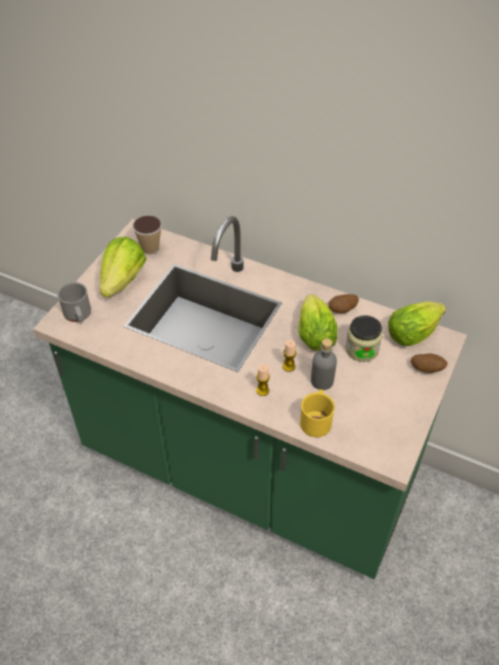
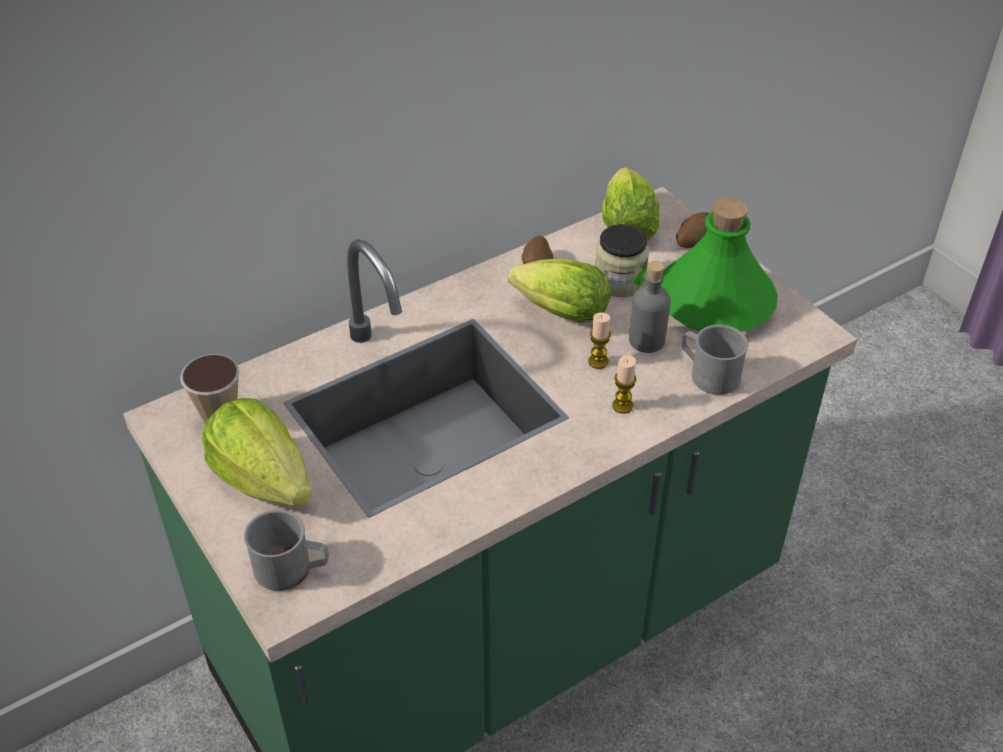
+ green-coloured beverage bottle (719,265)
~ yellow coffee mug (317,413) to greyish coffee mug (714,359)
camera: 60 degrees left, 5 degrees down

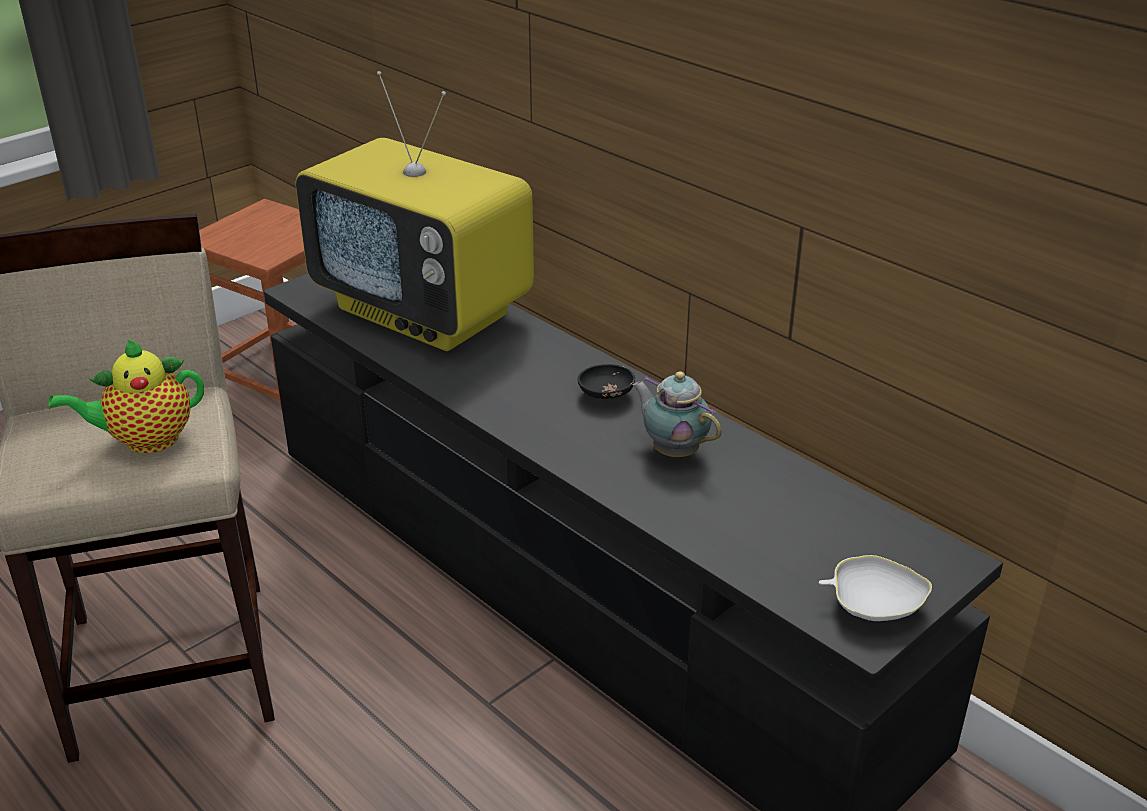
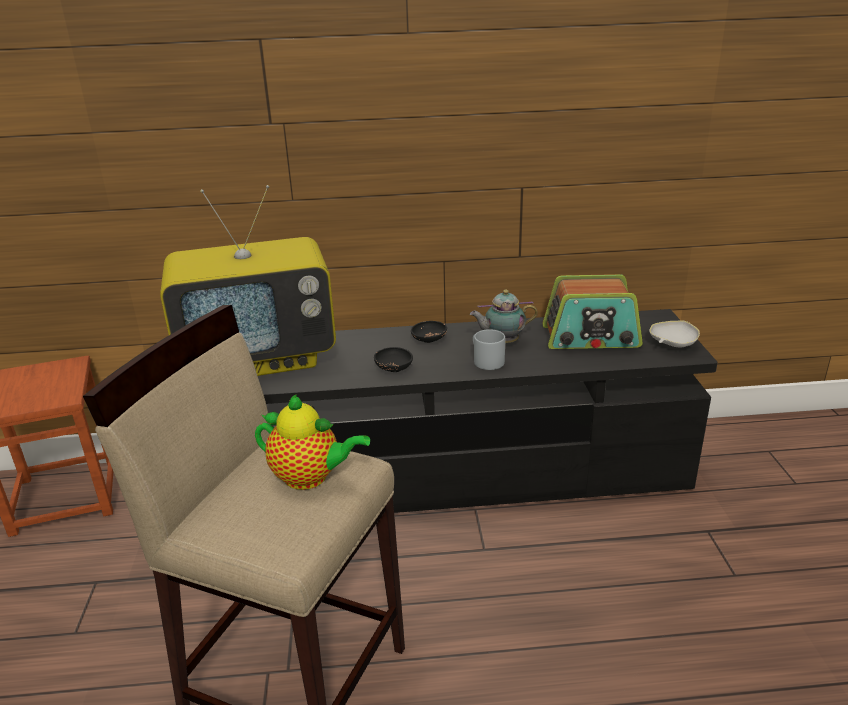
~ teapot (126,395) = (312,442) 90 degrees counterclockwise
+ blackish bowl (393,359)
+ greyish coffee mug (489,349)
+ radio receiver (592,311)
camera: 50 degrees left, 5 degrees down

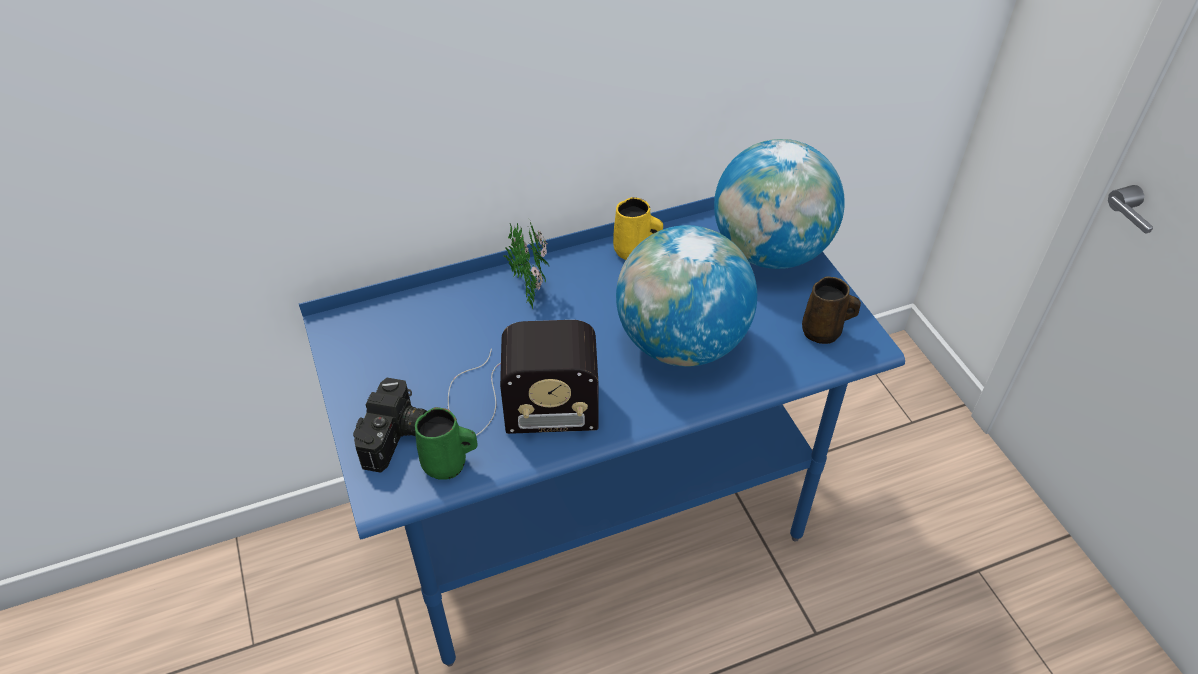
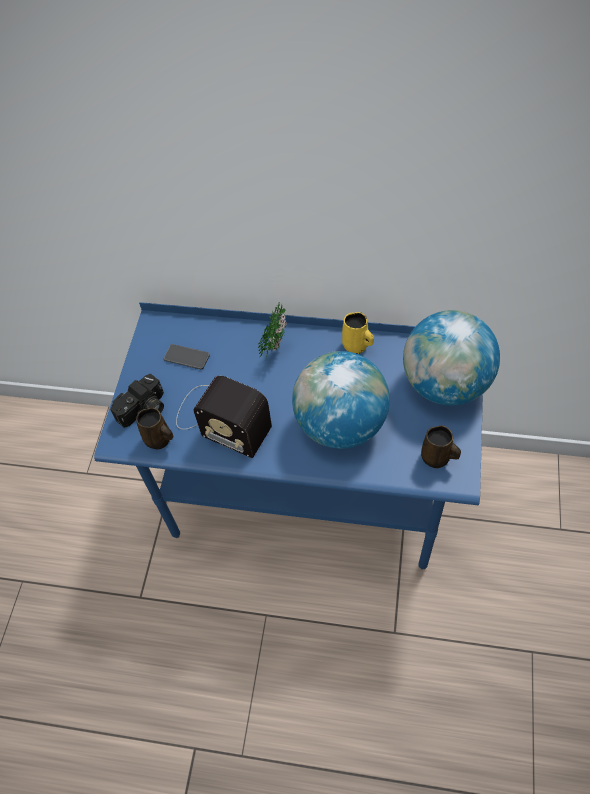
~ green-coloured coffee mug (446,443) to brown coffee mug (154,428)
+ telephone (187,356)
camera: 35 degrees right, 10 degrees up

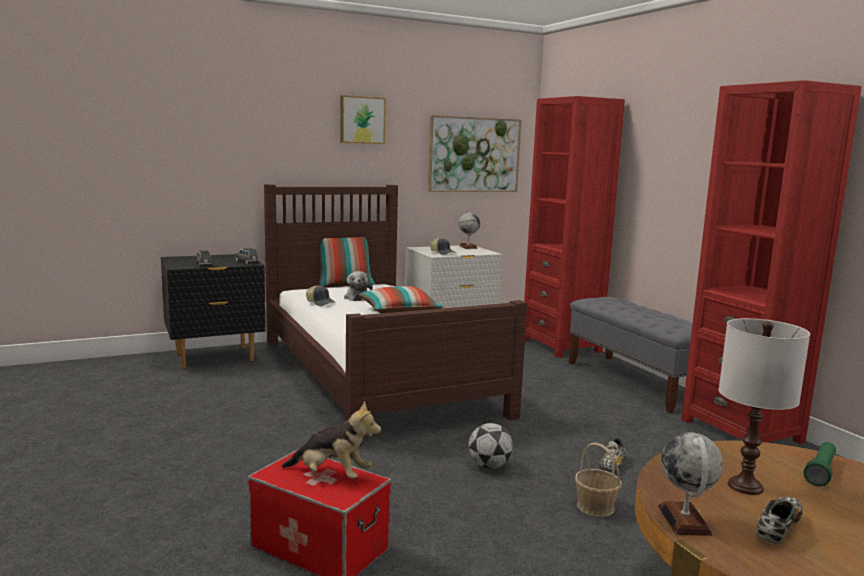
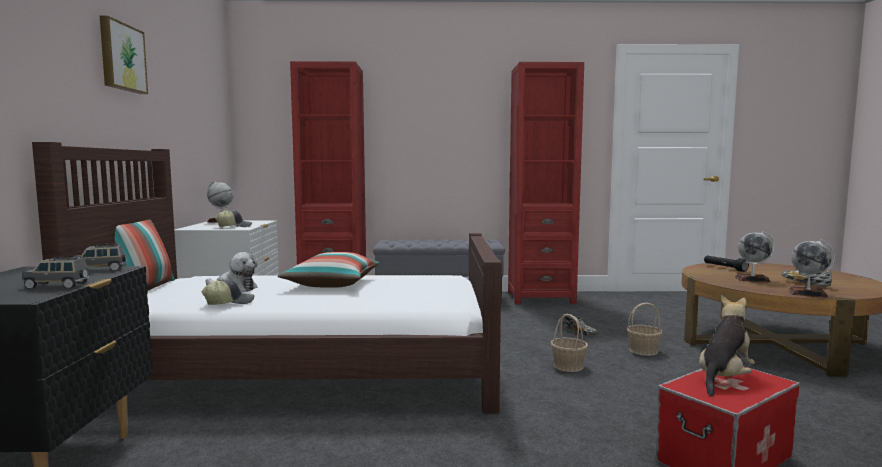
~ ball for football (491,446) to storage basket (569,343)
~ green-coloured torch (820,464) to blackish torch (726,264)
~ white lamp for a table (764,406) to desk globe (755,256)
- picture (474,153)
camera: 65 degrees left, 5 degrees down

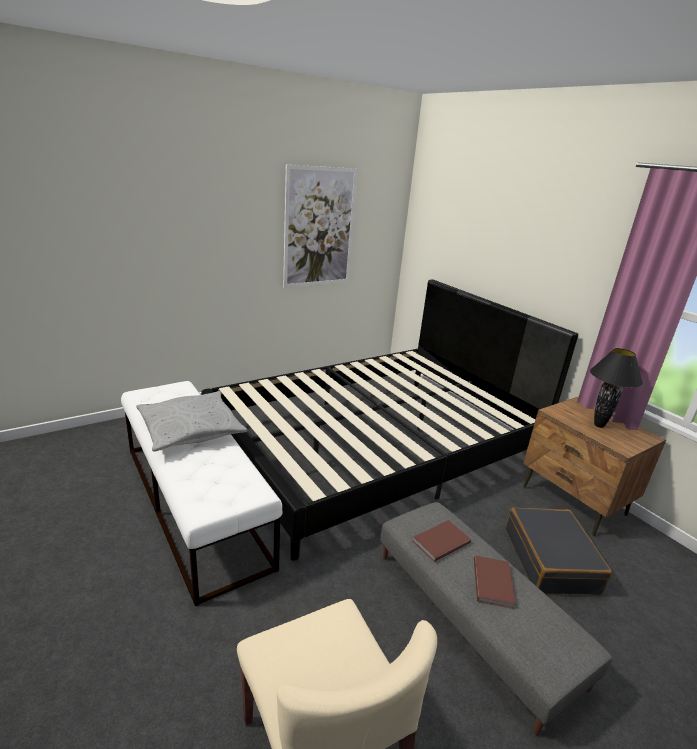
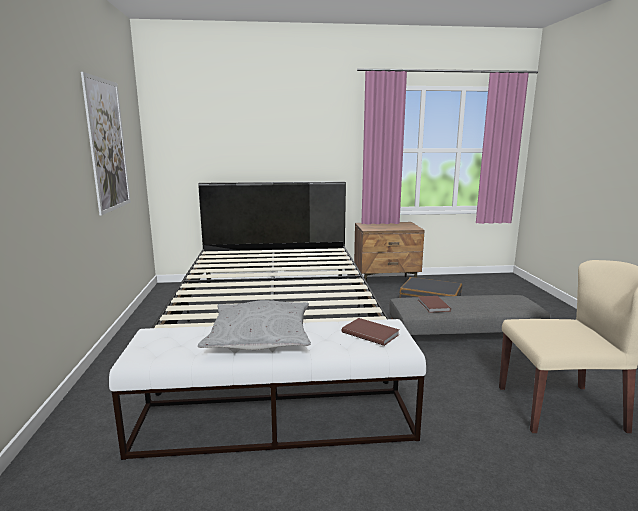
~ brown book (495,582) to (370,332)
- blackish lamp for a table (616,388)
camera: 60 degrees left, 10 degrees down

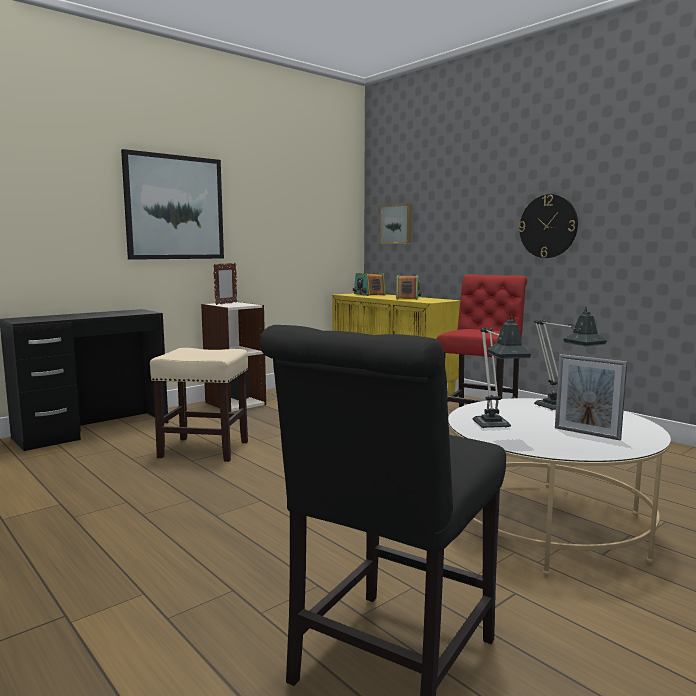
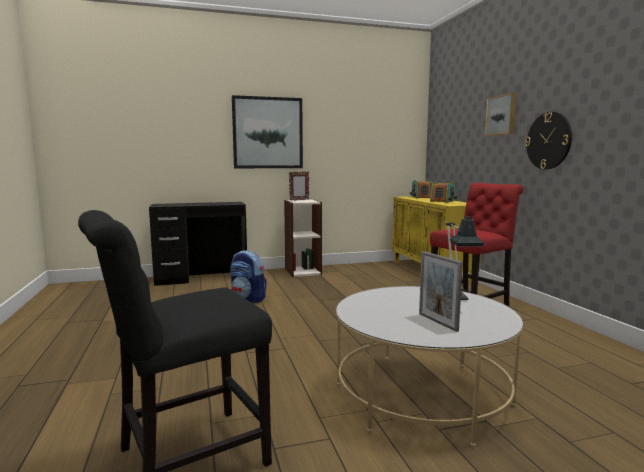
~ sand-coloured stool seat (199,405) to knapsack (248,276)
~ picture (396,224) to (501,114)
- lamp for a table (502,371)
camera: 25 degrees right, 0 degrees up

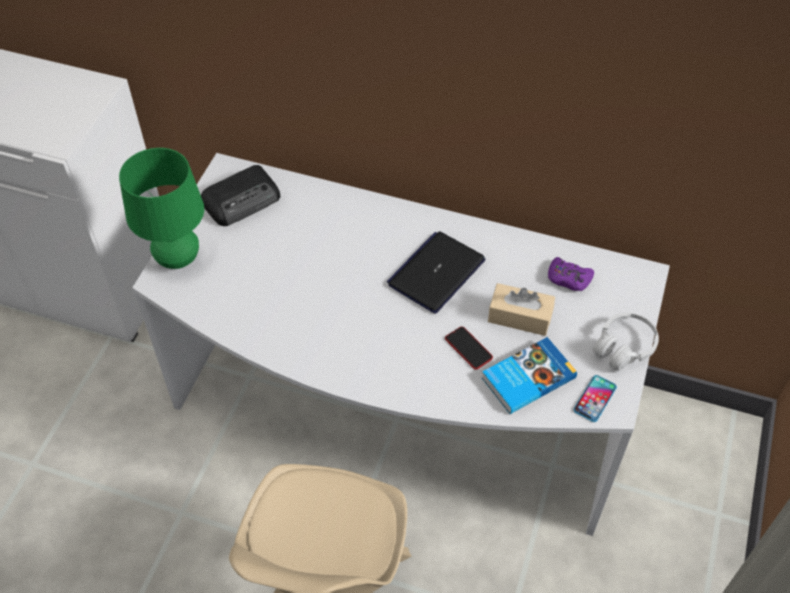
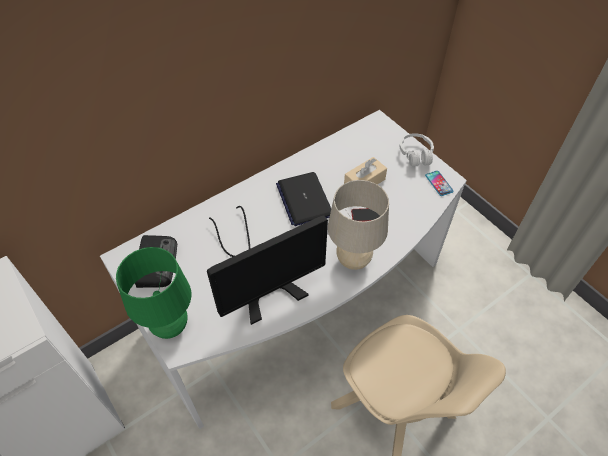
+ computer display (267,265)
+ sand-coloured lamp for a table (358,225)
- book (529,375)
- purple game controller (571,274)
camera: 55 degrees left, 0 degrees up

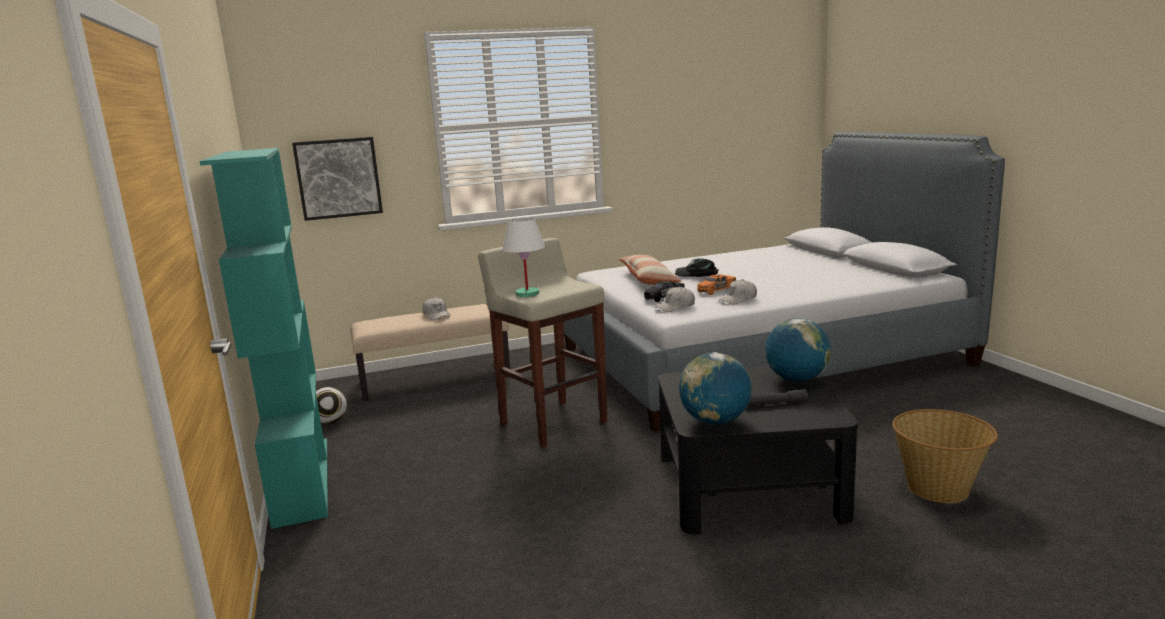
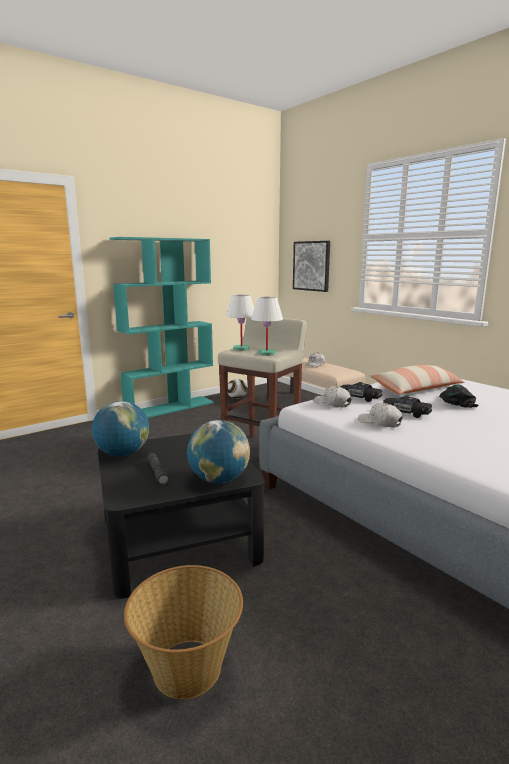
+ white lamp for a table (267,326)
~ orange-coloured miniature car (716,284) to blackish miniature car (407,406)
camera: 70 degrees right, 0 degrees up

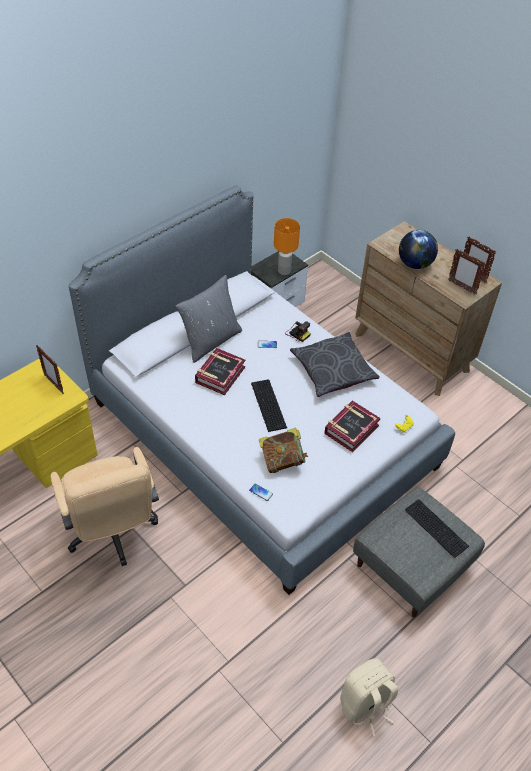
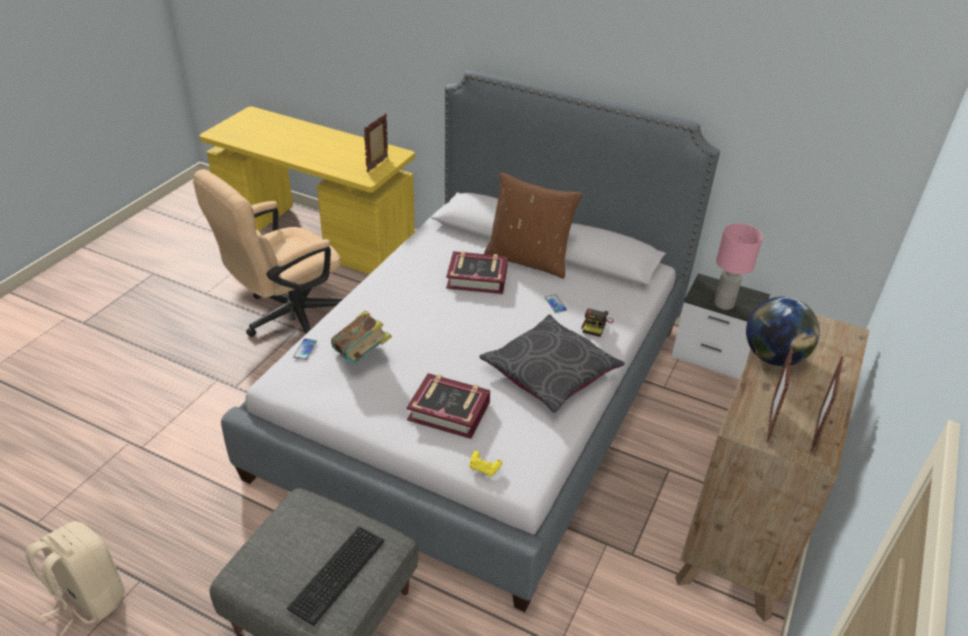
~ greyish cushion (209,319) to brown cushion (533,225)
~ orange-coloured lamp for a table (287,246) to pinkish lamp for a table (738,266)
- keyboard (269,406)
camera: 70 degrees right, 10 degrees down

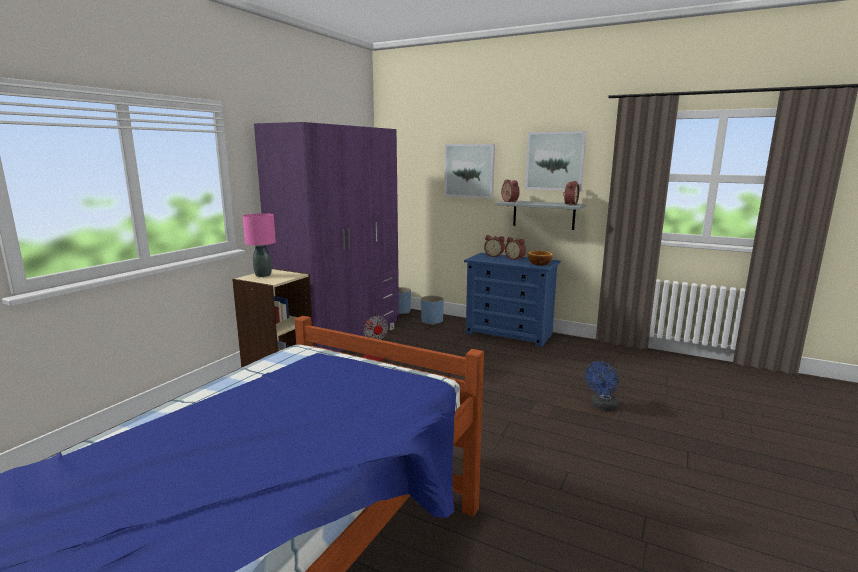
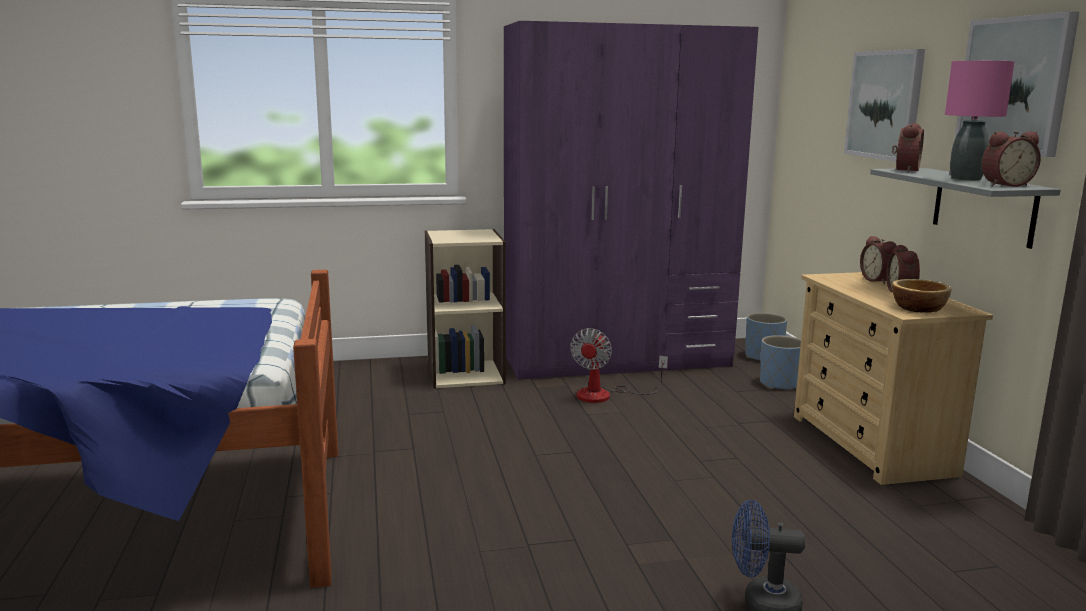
~ blue-coloured dresser (512,300) to sand-coloured dresser (893,378)
~ pinkish lamp for a table (259,245) to (980,121)
camera: 50 degrees right, 0 degrees up

